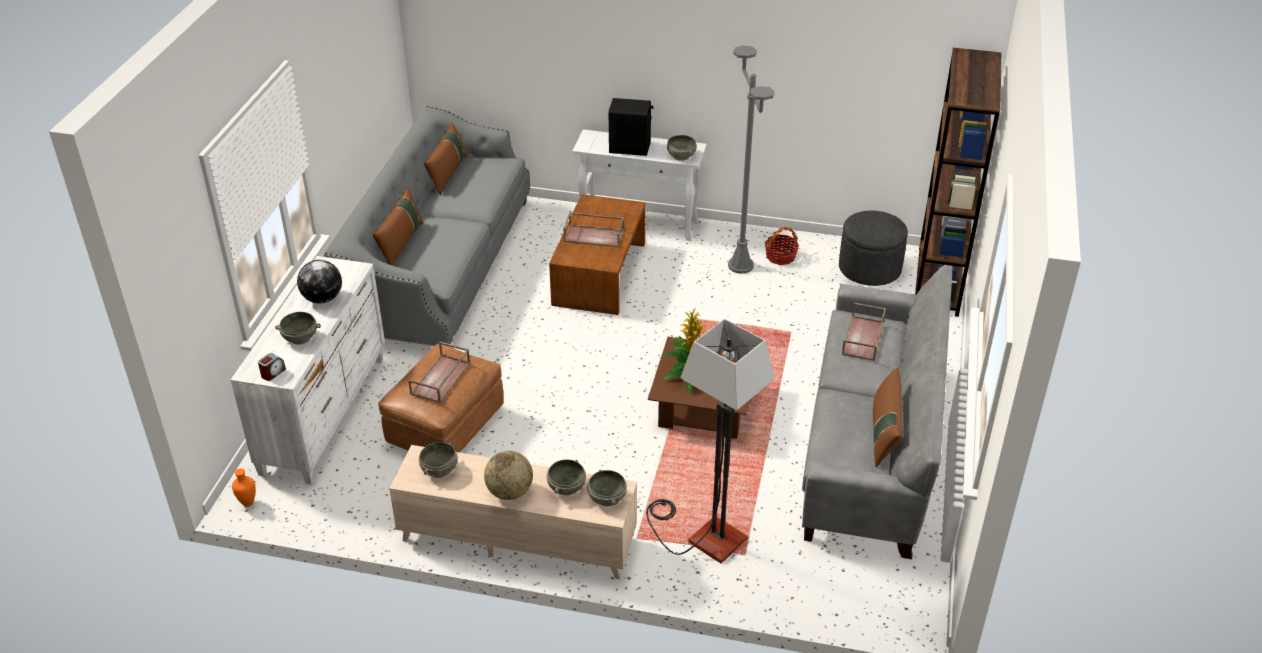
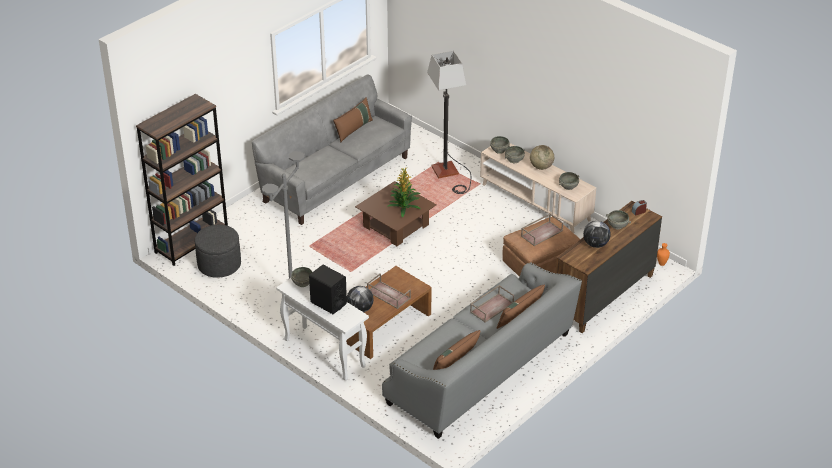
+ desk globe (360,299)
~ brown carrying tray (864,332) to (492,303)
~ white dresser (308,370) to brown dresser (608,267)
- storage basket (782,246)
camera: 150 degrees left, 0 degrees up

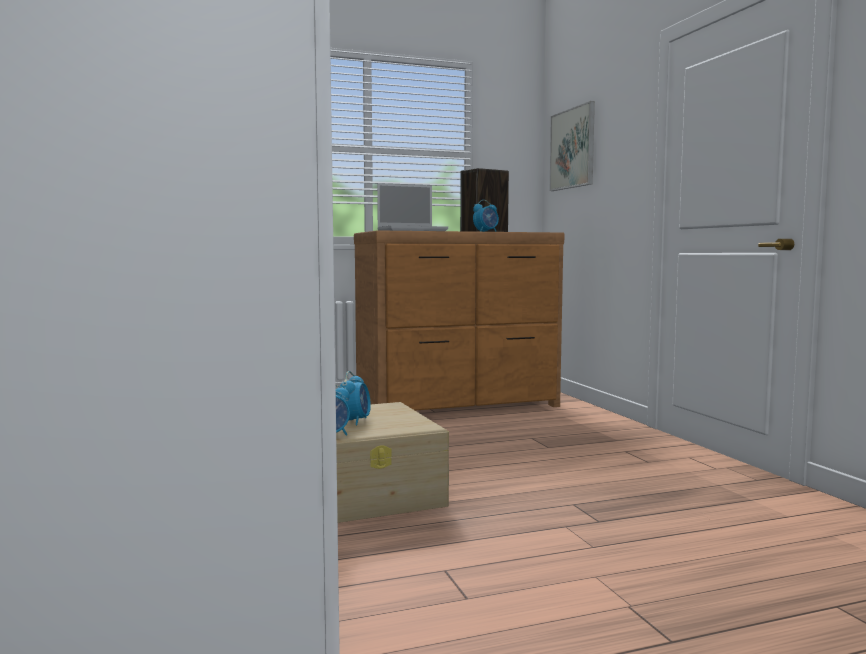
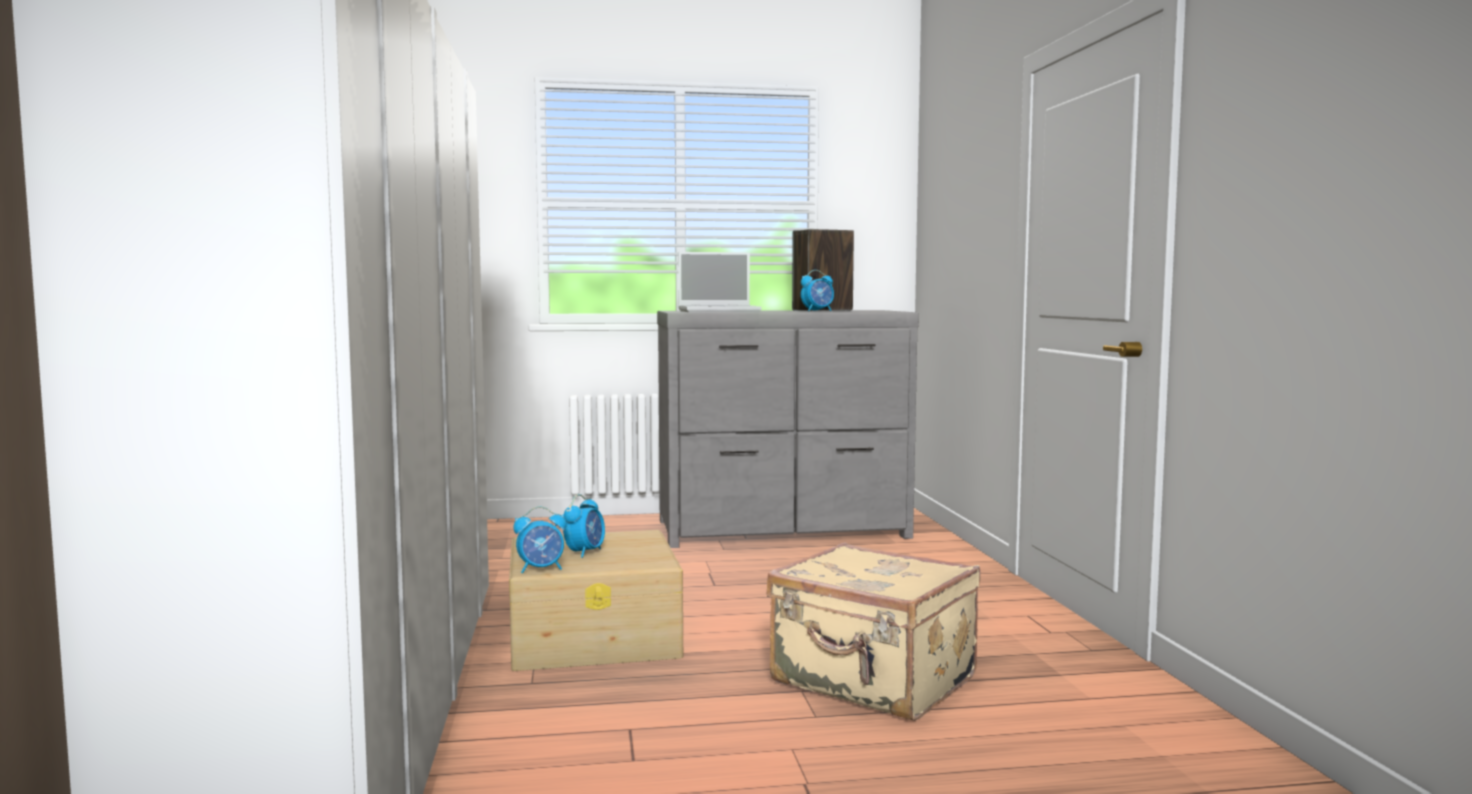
~ brown dresser (459,320) to greyish dresser (788,429)
+ sand-coloured piece of luggage (874,632)
- picture (572,146)
camera: 10 degrees right, 0 degrees up

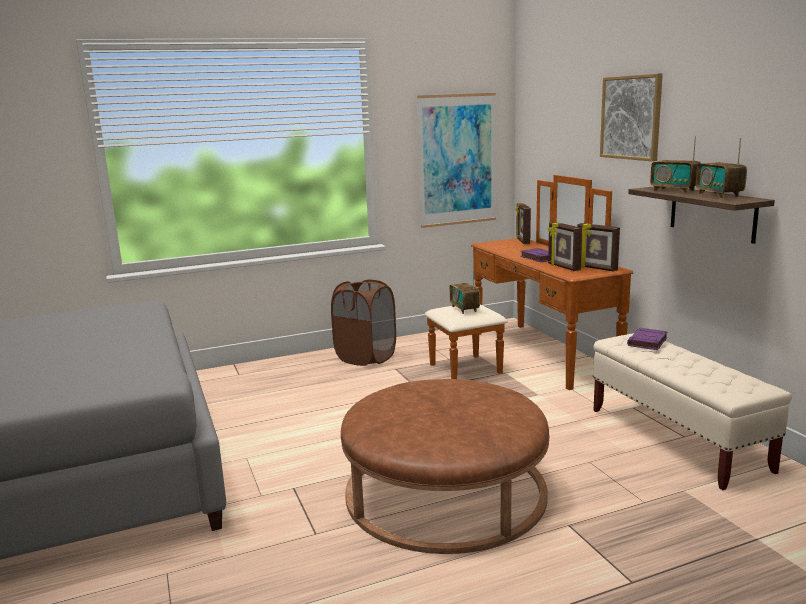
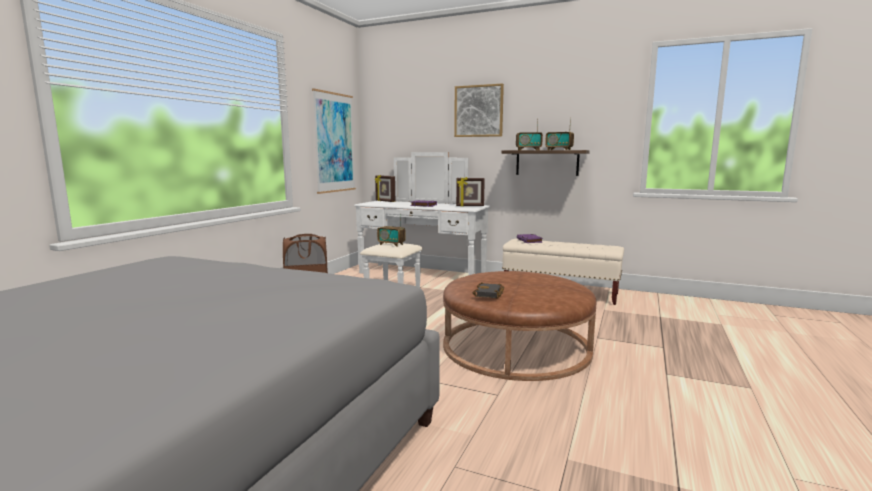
~ brown dresser (529,282) to white dresser (422,220)
+ blackish book (488,290)
- photo frame (565,246)
camera: 45 degrees left, 5 degrees down

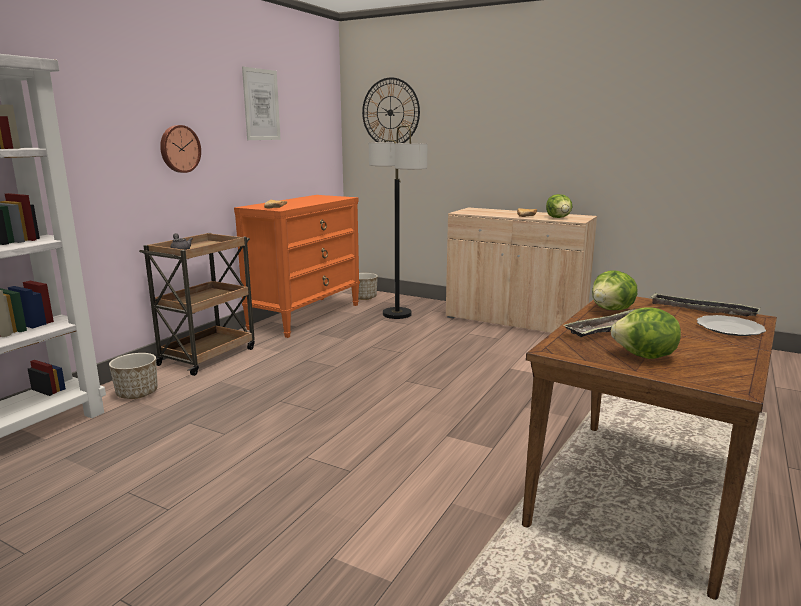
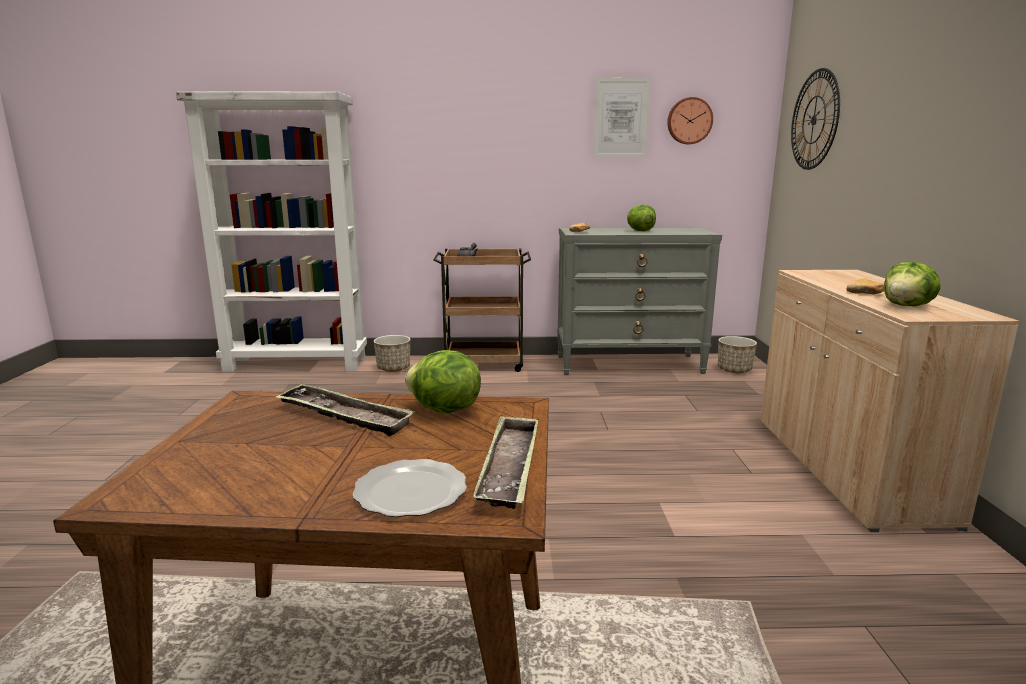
~ orange-coloured dresser (297,266) to greyish dresser (639,301)
~ lettuce head (646,333) to (641,218)
~ wall clock (180,149) to (690,120)
- standard lamp (398,222)
camera: 60 degrees right, 0 degrees up

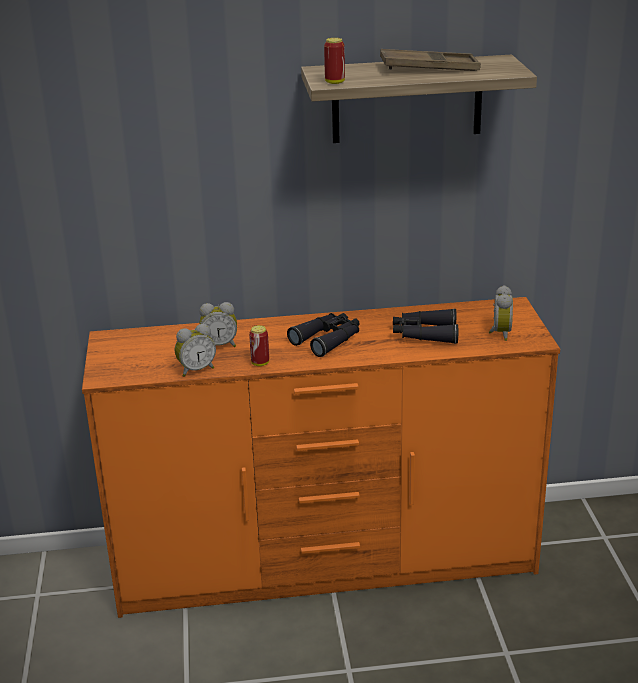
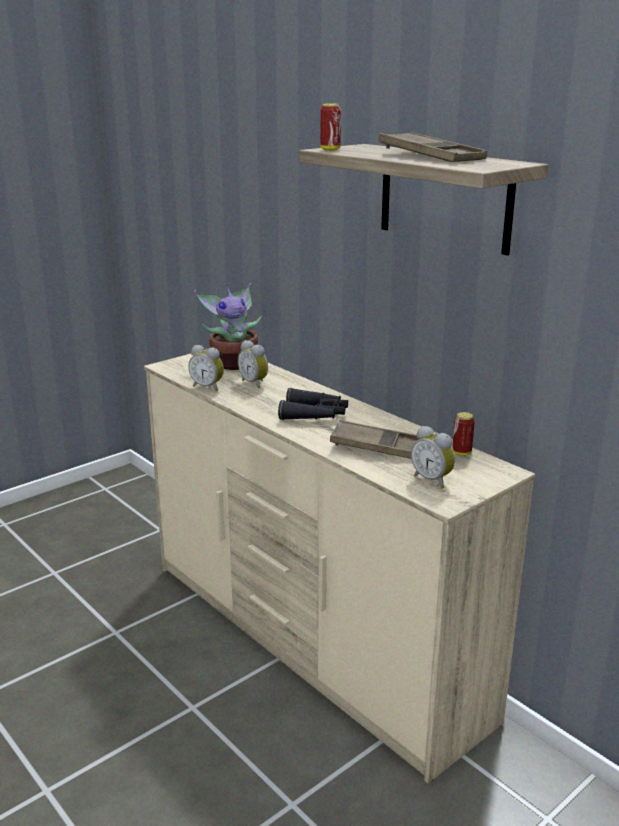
~ orange-coloured dresser (321,457) to sand-coloured dresser (339,566)
+ plant in a pot (228,326)
~ blackish binoculars (425,326) to brown carrying tray (375,439)
~ alarm clock (501,313) = (433,457) 75 degrees clockwise
~ can (259,345) to (463,434)
camera: 55 degrees right, 5 degrees down

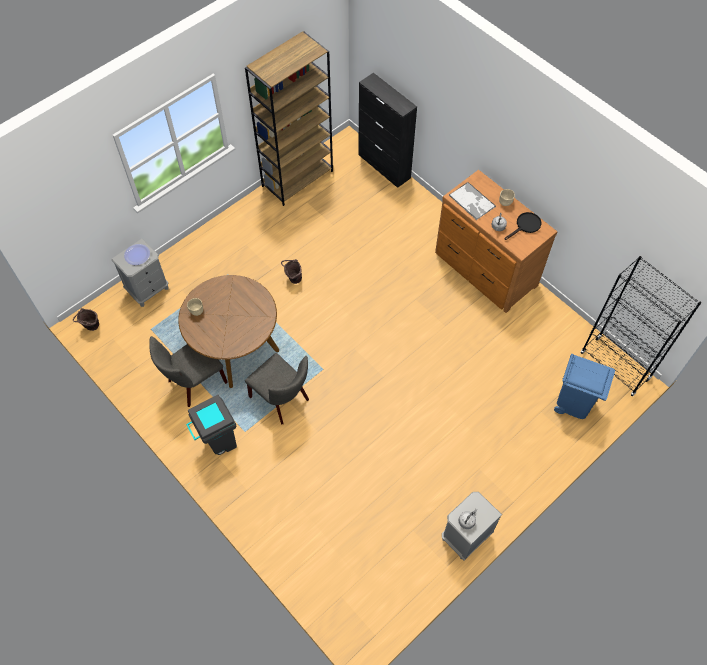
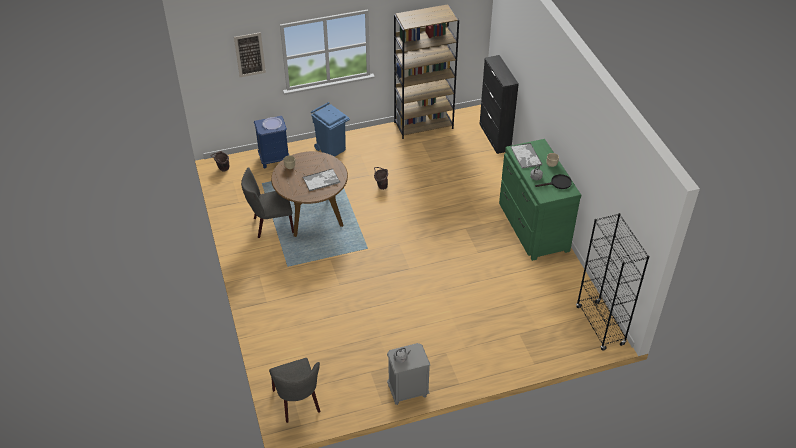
+ picture (250,54)
~ greyish nightstand (140,273) to blue-coloured nightstand (271,142)
~ greyish chair (277,389) to (294,390)
+ carrying tray (321,180)
~ blue-coloured trash can (584,386) to (330,129)
~ brown dresser (496,241) to green-coloured dresser (540,200)
- greyish trash can (211,425)
camera: 25 degrees right, 15 degrees down

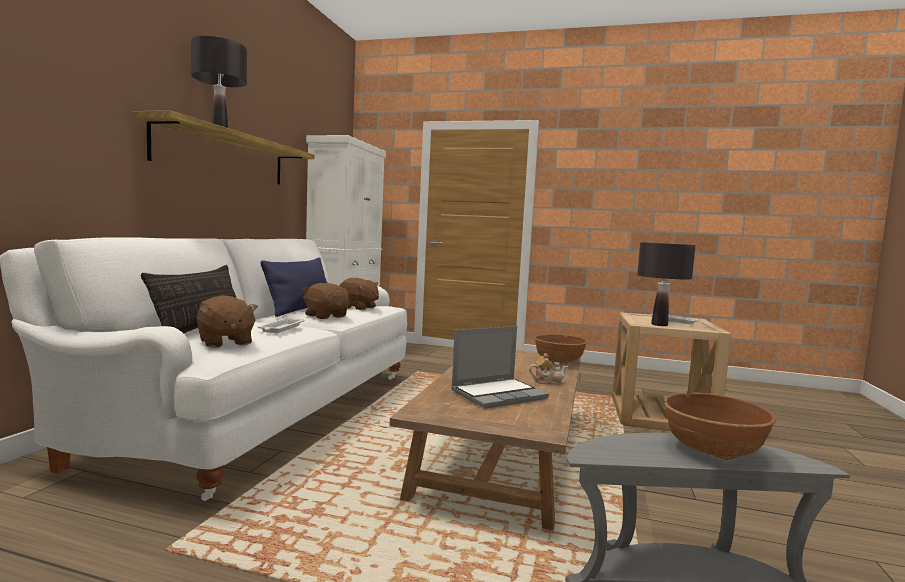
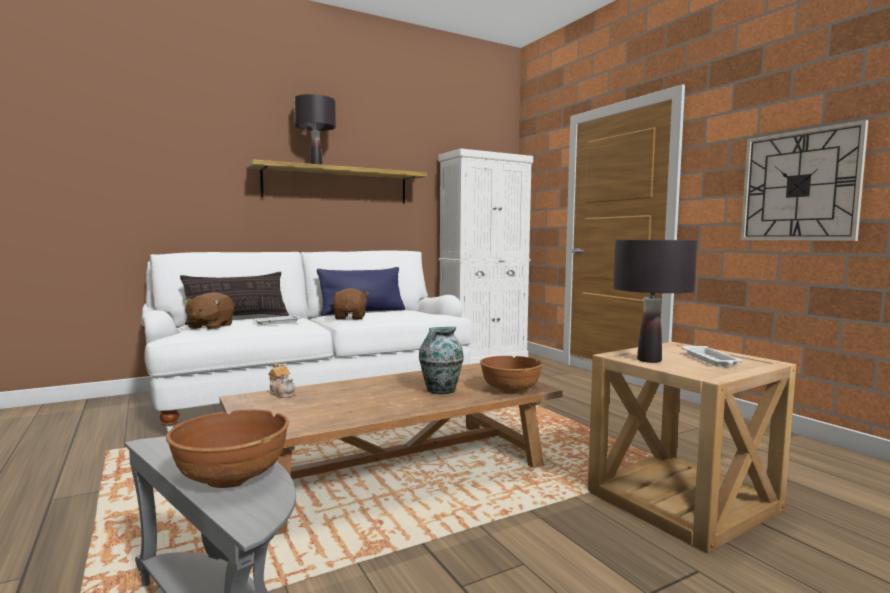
~ teapot (548,369) to (282,380)
+ decorative vase (441,360)
+ wall clock (805,180)
- brown soft toy (359,294)
- notebook computer (500,367)
camera: 45 degrees right, 0 degrees up

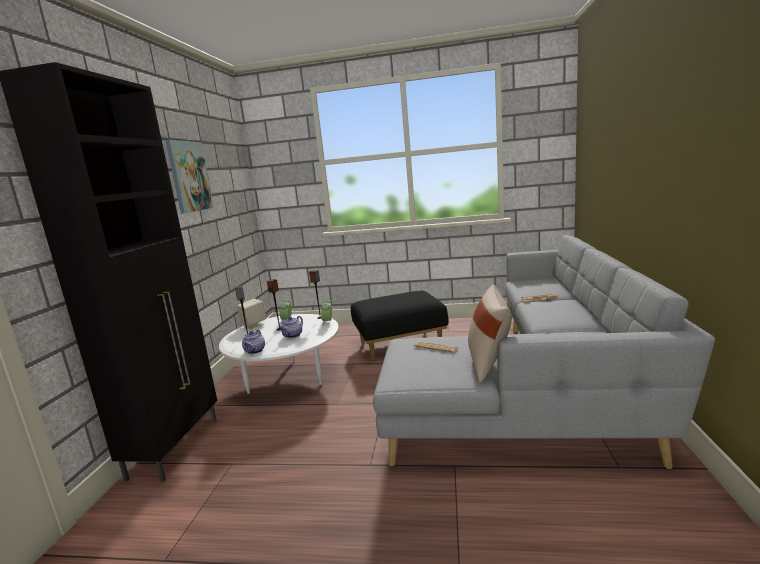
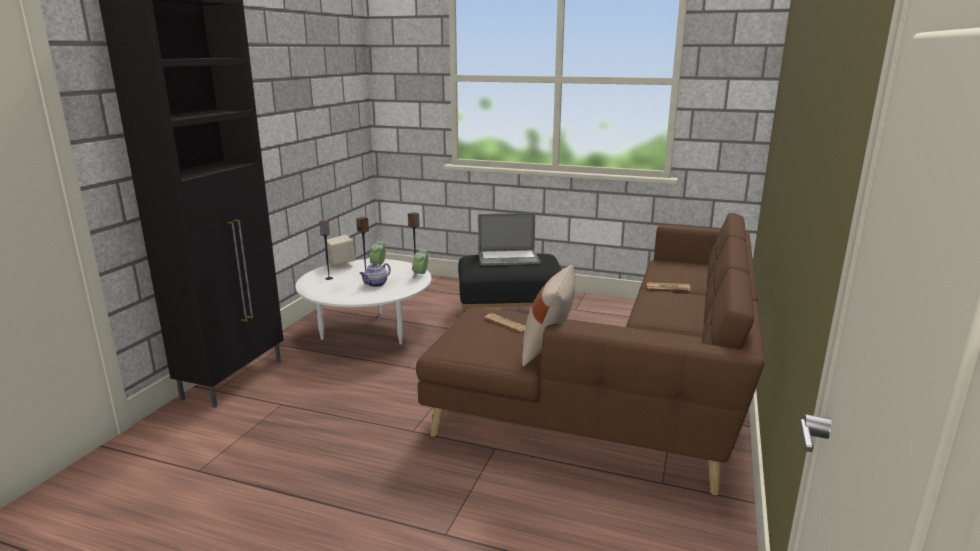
~ greyish couch (544,352) to brown couch (590,354)
+ notebook computer (509,239)
- picture (189,177)
- teapot (253,342)
camera: 10 degrees right, 5 degrees up

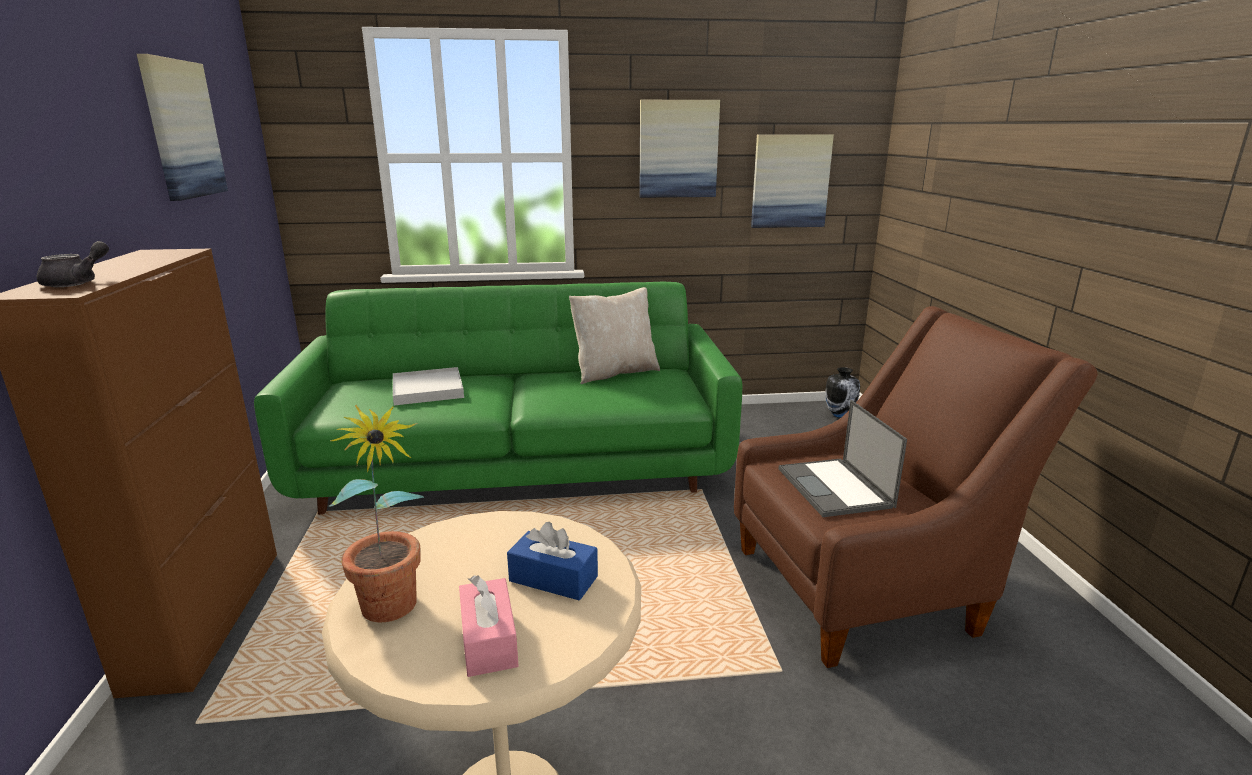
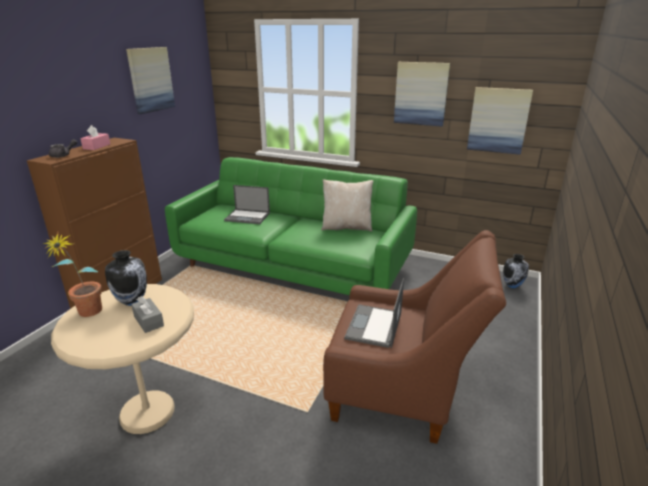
~ pinkish tissue holder (489,626) to (95,137)
+ decorative vase (126,278)
~ blue-coloured tissue holder (552,561) to greyish tissue holder (147,314)
~ white carrying tray (428,386) to notebook computer (247,204)
camera: 30 degrees right, 5 degrees up

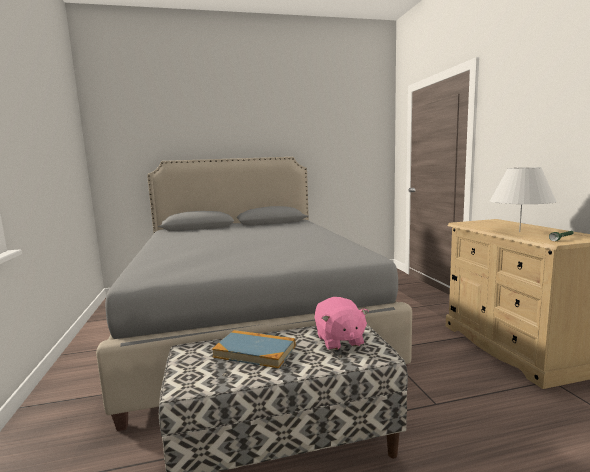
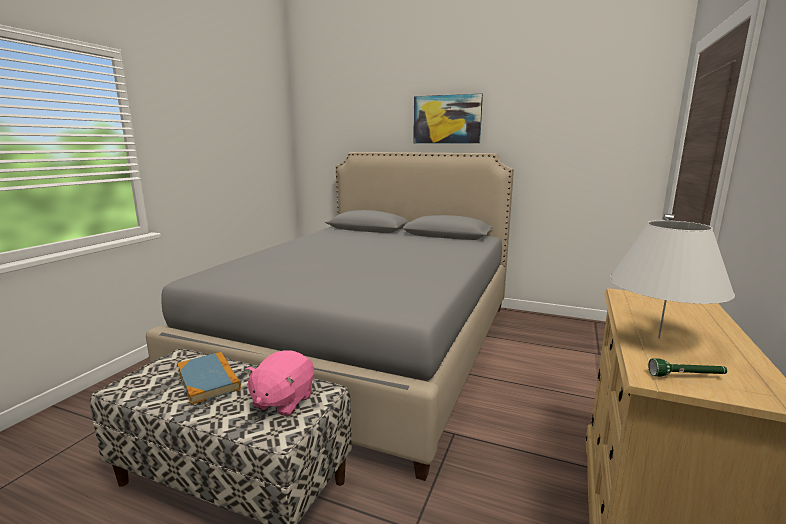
+ picture (448,118)
camera: 35 degrees right, 5 degrees up

